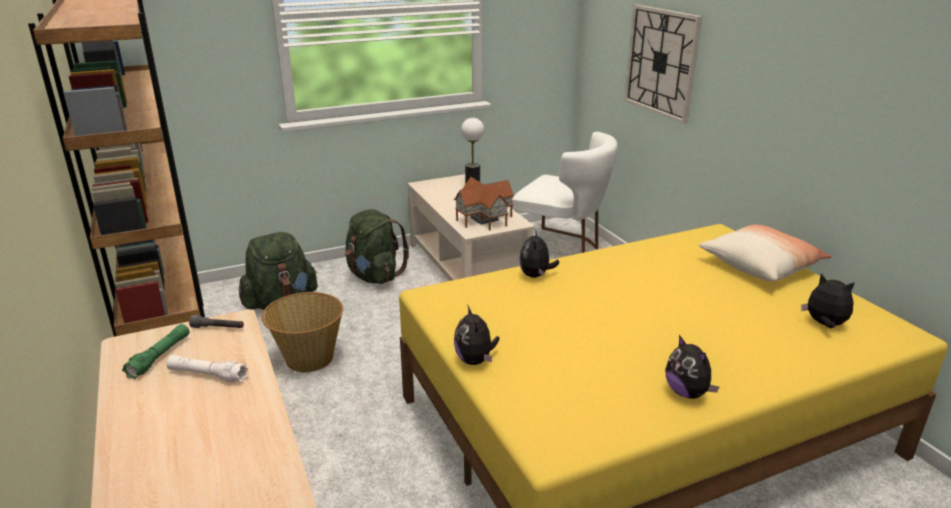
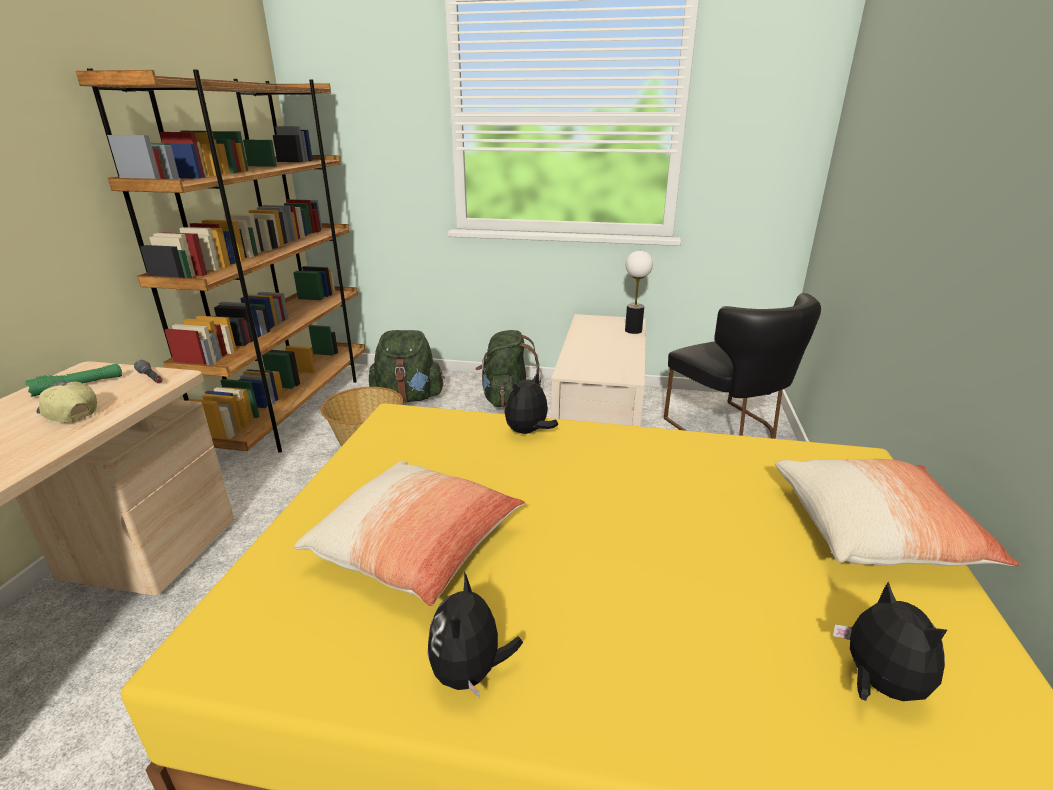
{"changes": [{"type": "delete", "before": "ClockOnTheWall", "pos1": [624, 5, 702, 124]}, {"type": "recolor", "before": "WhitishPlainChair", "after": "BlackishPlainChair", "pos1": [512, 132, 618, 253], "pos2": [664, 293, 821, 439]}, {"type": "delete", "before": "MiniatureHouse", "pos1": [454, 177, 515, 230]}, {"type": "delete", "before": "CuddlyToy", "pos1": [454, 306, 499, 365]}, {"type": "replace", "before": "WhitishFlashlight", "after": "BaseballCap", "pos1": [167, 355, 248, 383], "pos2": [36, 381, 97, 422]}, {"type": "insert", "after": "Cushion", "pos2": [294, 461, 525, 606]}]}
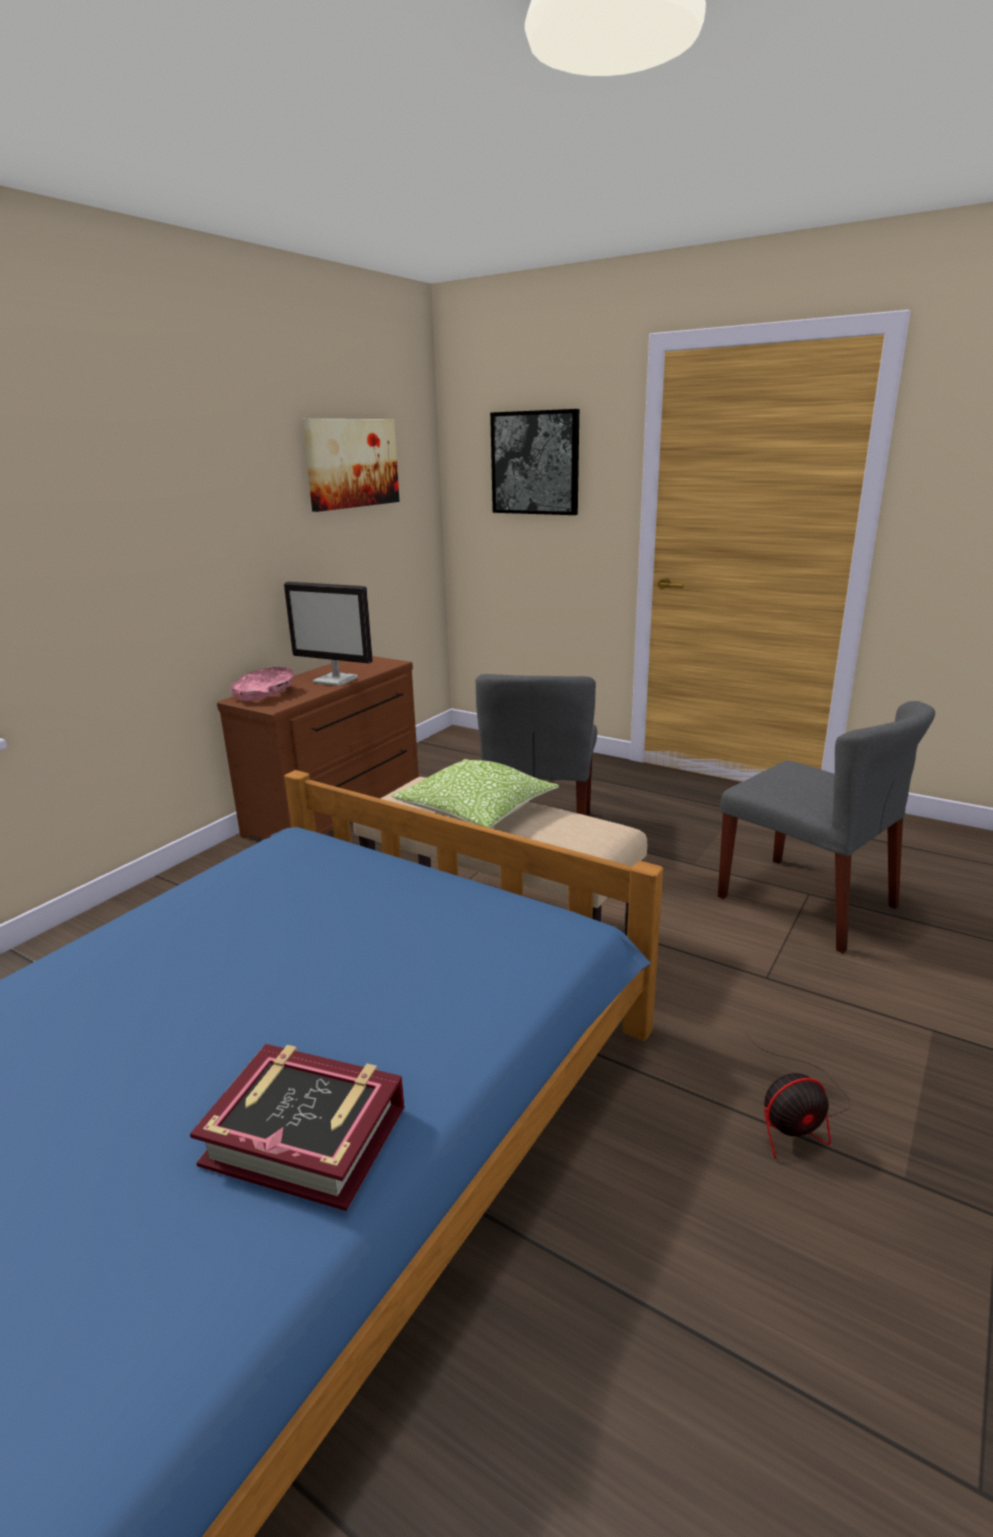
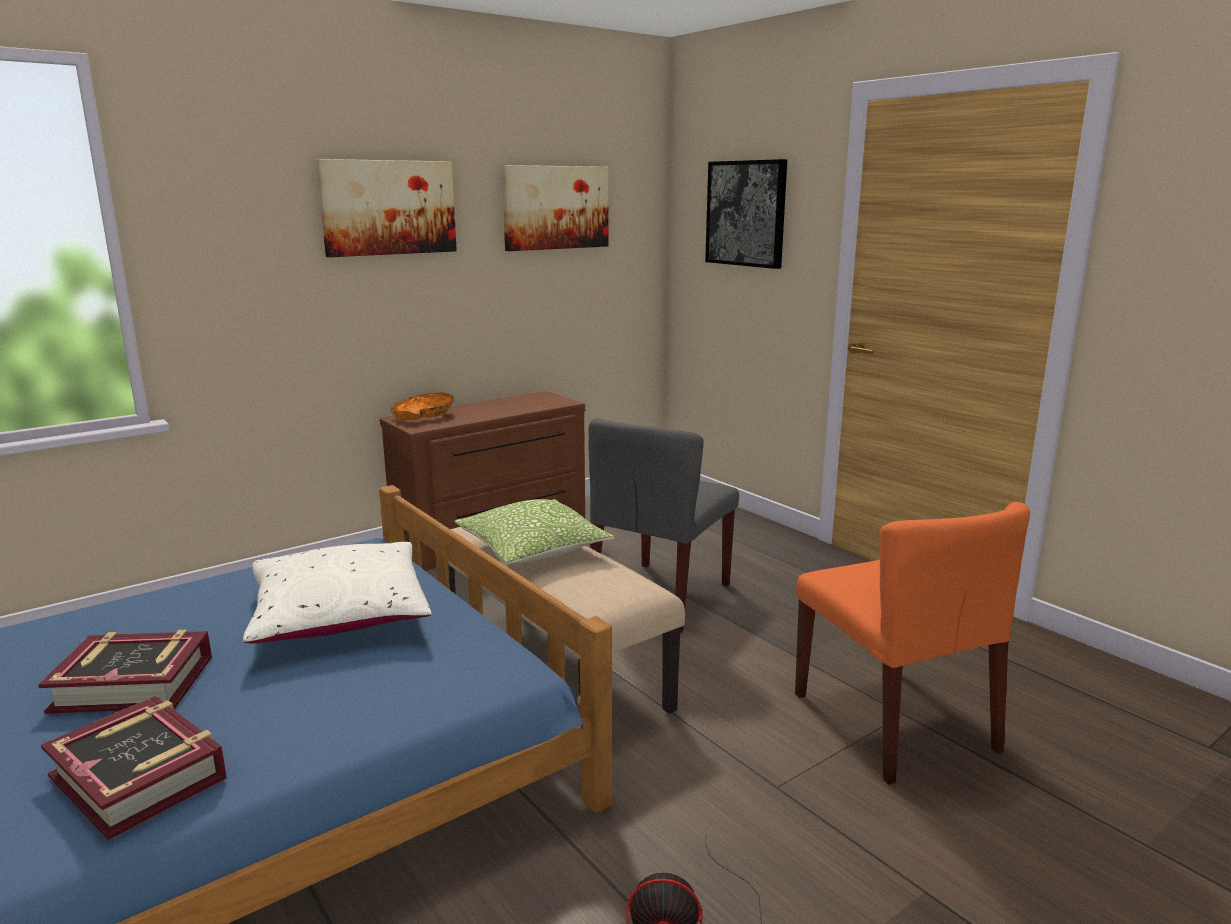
{"changes": [{"type": "delete", "before": "Monitor", "pos1": [284, 582, 373, 686]}, {"type": "recolor", "before": "PinkDeepDish", "after": "OrangeDeepDish", "pos1": [230, 667, 294, 701], "pos2": [391, 392, 454, 420]}, {"type": "recolor", "before": "GrayPlainChair", "after": "OrangePlainChair", "pos1": [718, 701, 935, 954], "pos2": [795, 502, 1030, 785]}, {"type": "insert", "after": "WallArt", "pos2": [316, 159, 457, 257]}, {"type": "insert", "after": "WhitishCushion", "pos2": [243, 542, 432, 643]}, {"type": "insert", "after": "Volume", "pos2": [38, 630, 212, 714]}]}
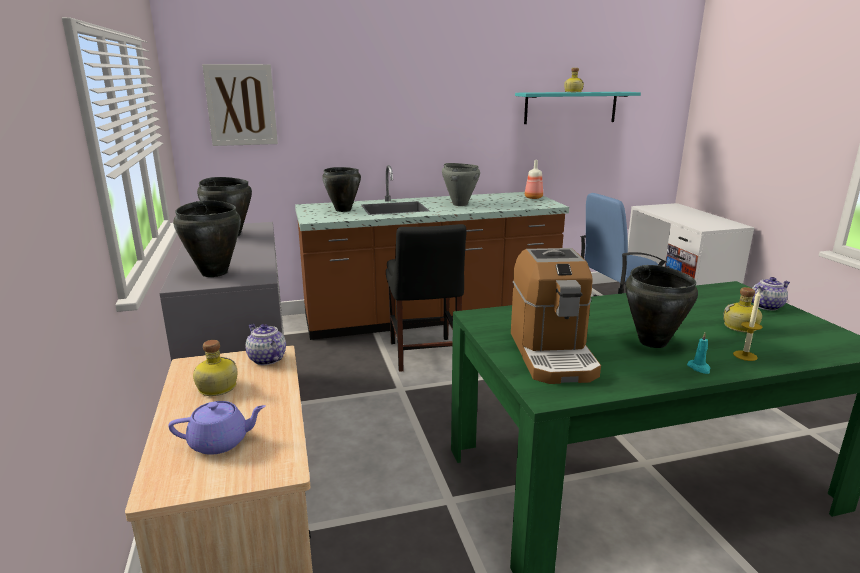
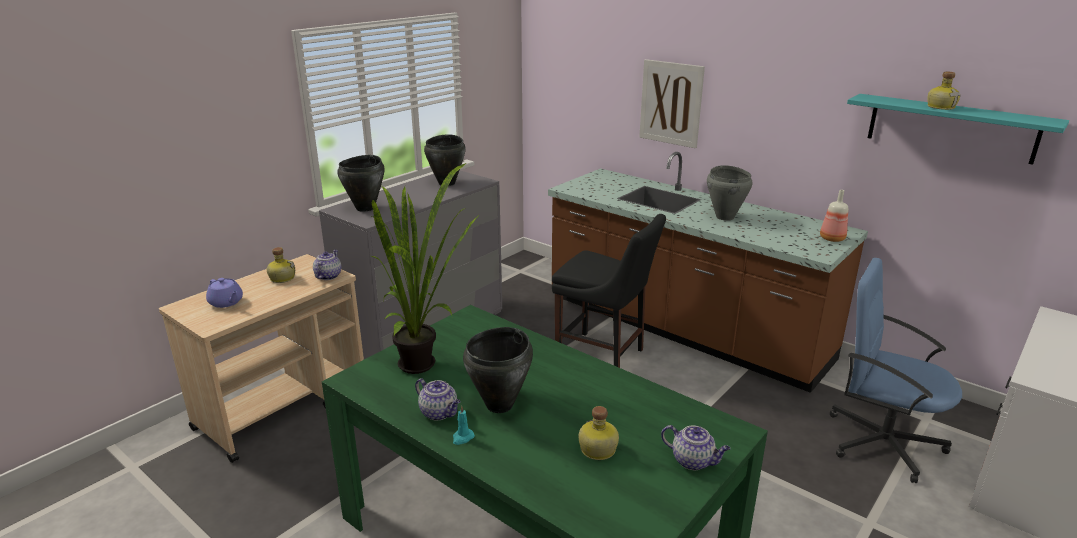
{"changes": [{"type": "move", "before": "WallArt", "pos1": [202, 64, 278, 146], "pos2": [639, 59, 705, 148]}, {"type": "delete", "before": "BlackishSaucepot", "pos1": [322, 167, 361, 212]}, {"type": "rotate", "before": "BlackishPlainChair", "pos1": [386, 224, 467, 372], "pos2": [552, 214, 666, 368], "turn": -105}, {"type": "replace", "before": "CoffeeBrewer", "after": "PlantInAPot", "pos1": [511, 248, 601, 384], "pos2": [371, 163, 479, 374]}, {"type": "delete", "before": "WaxCandle", "pos1": [733, 291, 762, 361]}, {"type": "insert", "after": "TeaPot", "pos2": [415, 378, 461, 421]}]}
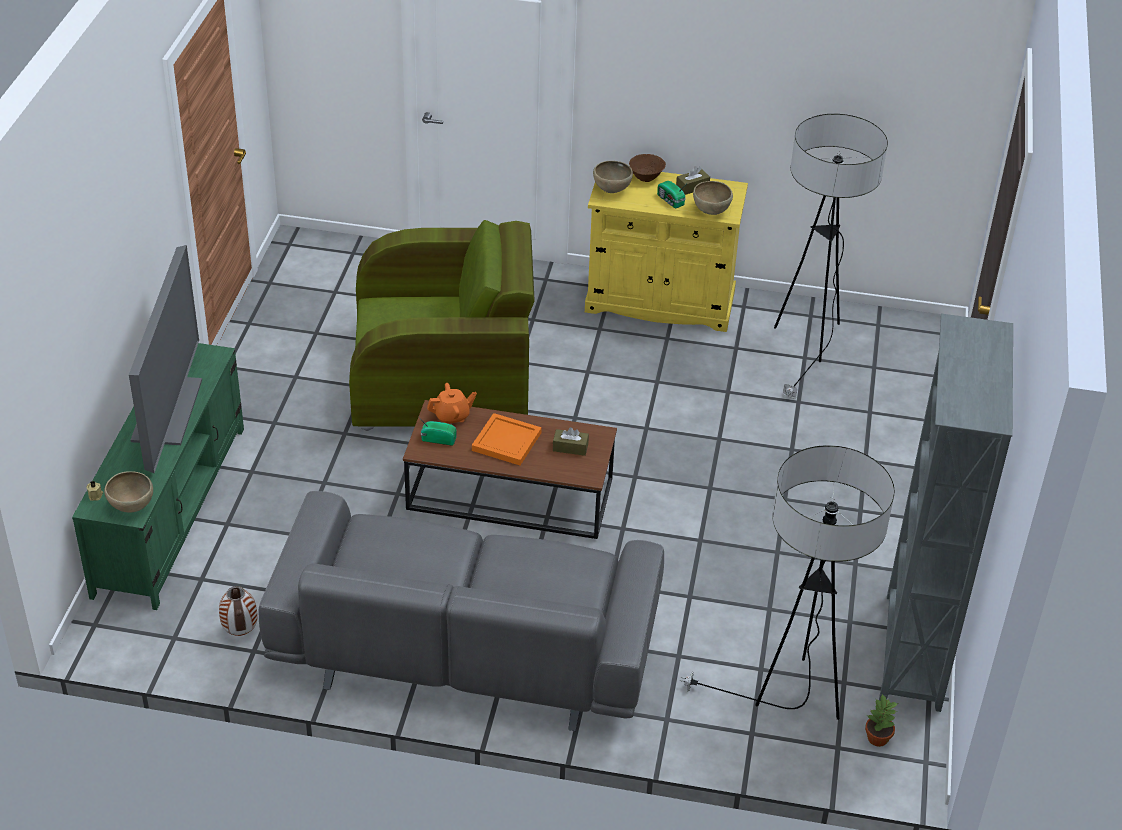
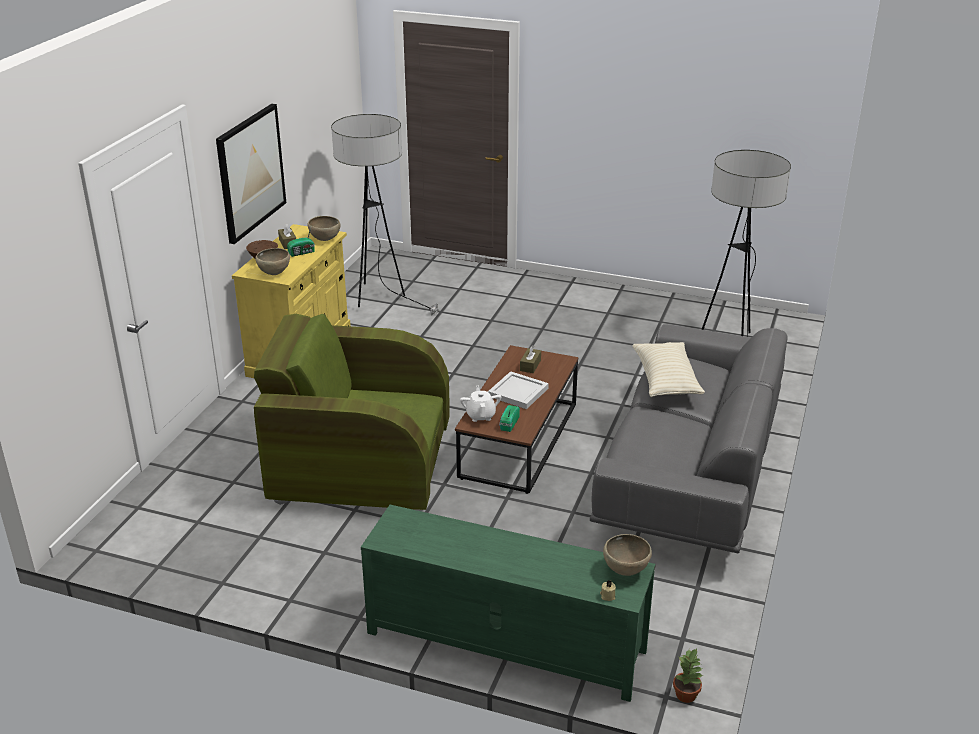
{"changes": [{"type": "rotate", "before": "GreenColouredEasyChair", "pos1": [349, 220, 535, 431], "pos2": [254, 314, 450, 511], "turn": -90}, {"type": "delete", "before": "TvSet", "pos1": [129, 245, 202, 473]}, {"type": "delete", "before": "GrayBookcase", "pos1": [879, 314, 1013, 712]}, {"type": "recolor", "before": "OrangeTeaPot", "after": "WhitishTeaPot", "pos1": [427, 383, 477, 424], "pos2": [460, 386, 501, 422]}, {"type": "recolor", "before": "OrangeCarryingTray", "after": "WhitishCarryingTray", "pos1": [472, 413, 542, 465], "pos2": [488, 371, 549, 409]}, {"type": "delete", "before": "DecorativeVase", "pos1": [219, 586, 258, 636]}, {"type": "move", "before": "PlantInAPot", "pos1": [865, 694, 898, 747], "pos2": [673, 649, 703, 703]}, {"type": "insert", "after": "WallArt", "pos2": [216, 104, 286, 244]}, {"type": "insert", "after": "BeigeColouredCushion", "pos2": [632, 342, 705, 397]}]}
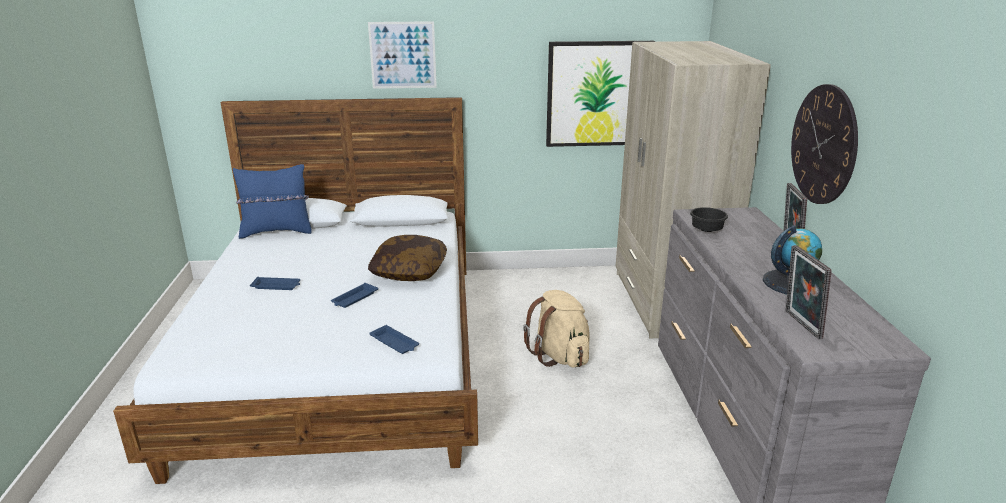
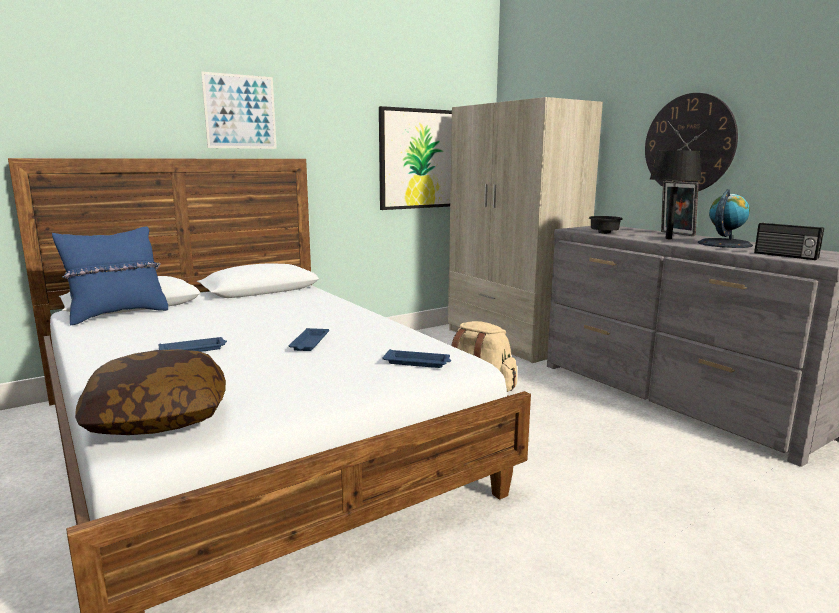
{"changes": [{"type": "move", "before": "Cushion", "pos1": [368, 235, 447, 281], "pos2": [75, 349, 226, 435]}, {"type": "replace", "before": "PictureFrame", "after": "RadioSet", "pos1": [786, 245, 832, 339], "pos2": [754, 223, 824, 260]}, {"type": "insert", "after": "BlackishLampForATable", "pos2": [650, 151, 702, 239]}]}
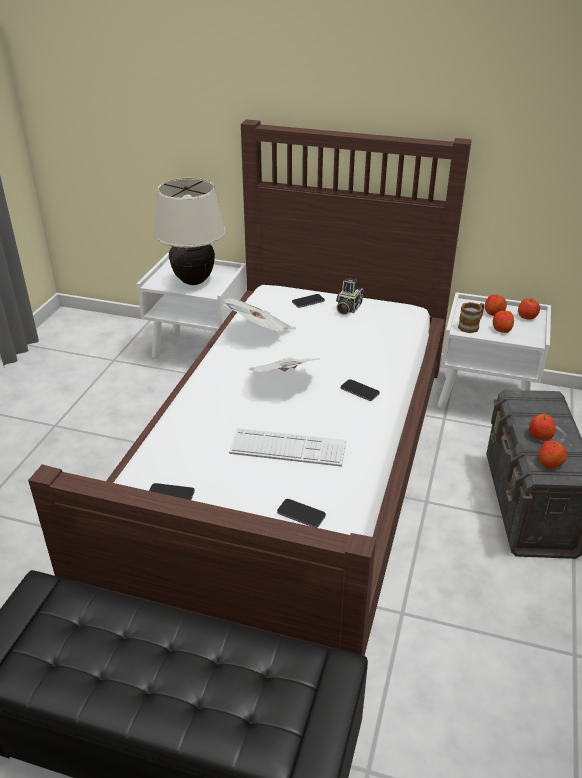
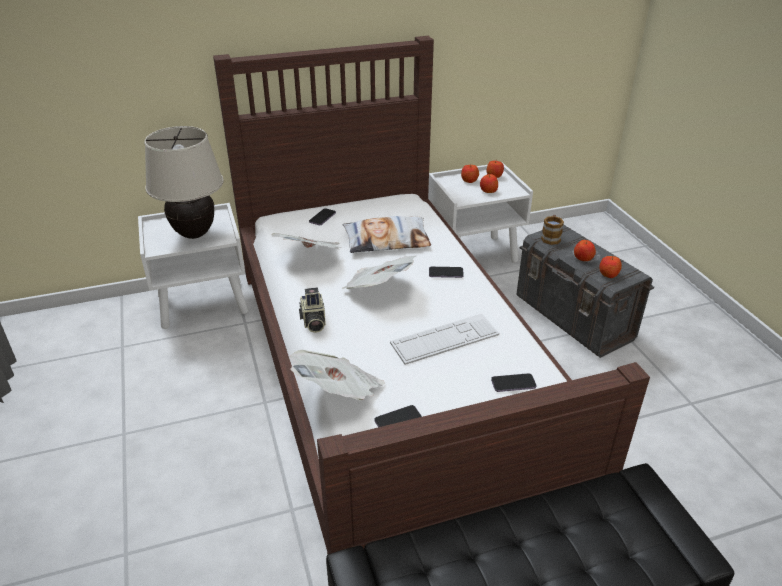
{"changes": [{"type": "move", "before": "PhotoCamera", "pos1": [336, 278, 363, 315], "pos2": [299, 288, 326, 333]}, {"type": "move", "before": "CoffeeMug", "pos1": [458, 302, 484, 333], "pos2": [541, 215, 564, 245]}, {"type": "insert", "after": "Cushion", "pos2": [343, 216, 431, 253]}, {"type": "insert", "after": "DailyPaper", "pos2": [289, 350, 385, 400]}]}
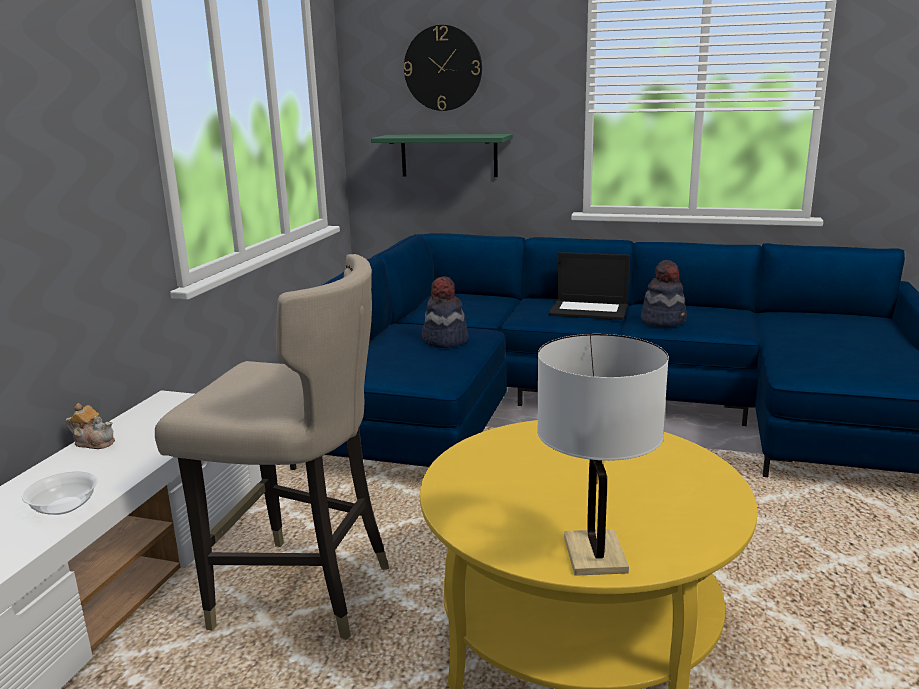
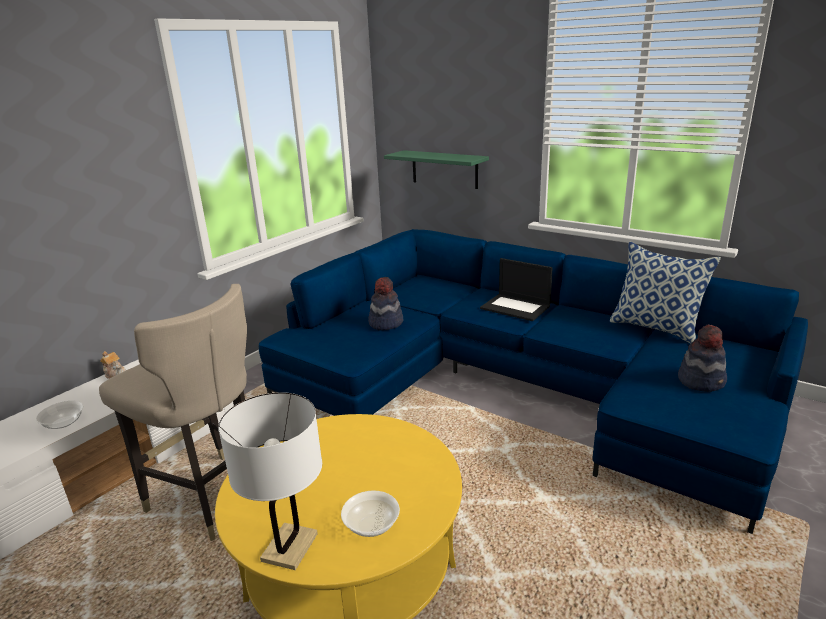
{"changes": [{"type": "delete", "before": "ClockOnTheWall", "pos1": [403, 25, 482, 111]}, {"type": "move", "before": "WearableHat", "pos1": [641, 260, 687, 327], "pos2": [678, 325, 727, 392]}, {"type": "insert", "after": "Cushion", "pos2": [609, 242, 721, 343]}, {"type": "insert", "after": "DeepDish", "pos2": [341, 490, 400, 537]}]}
